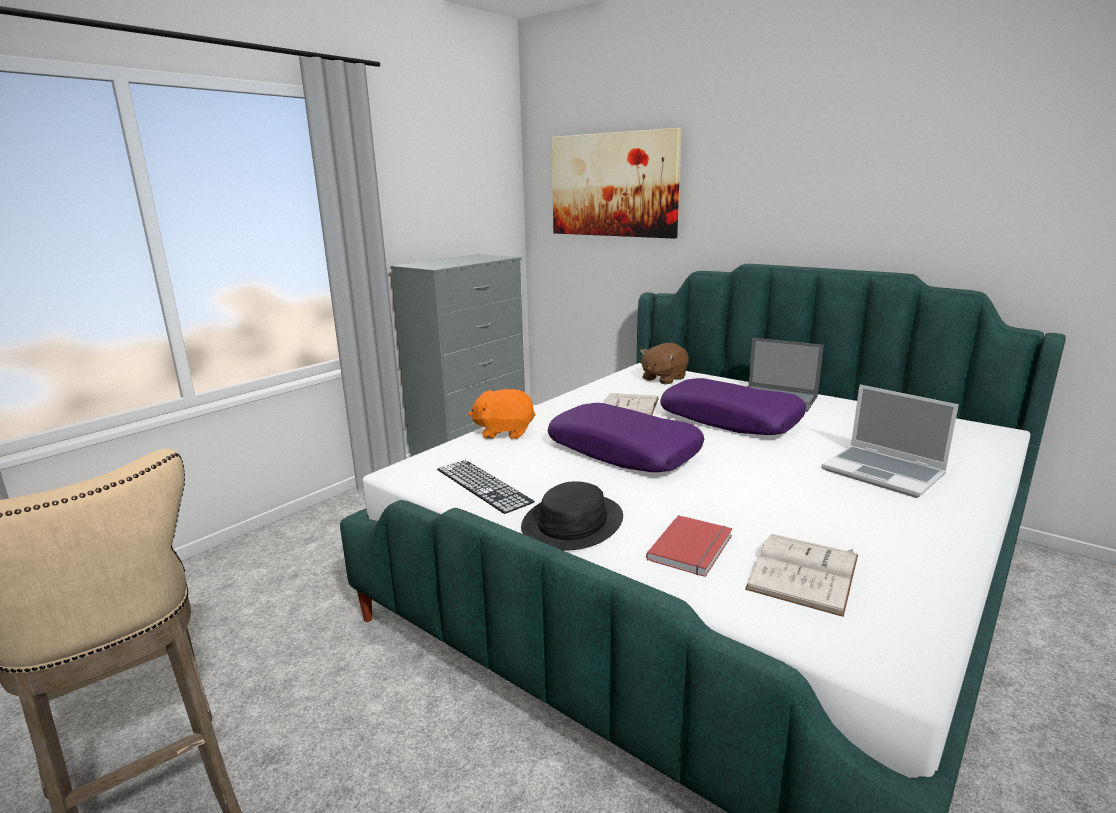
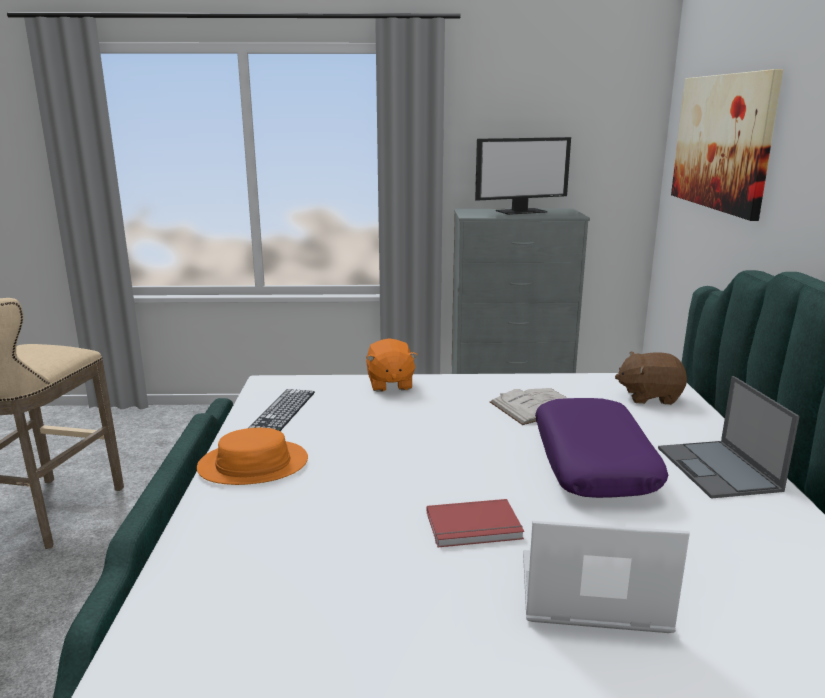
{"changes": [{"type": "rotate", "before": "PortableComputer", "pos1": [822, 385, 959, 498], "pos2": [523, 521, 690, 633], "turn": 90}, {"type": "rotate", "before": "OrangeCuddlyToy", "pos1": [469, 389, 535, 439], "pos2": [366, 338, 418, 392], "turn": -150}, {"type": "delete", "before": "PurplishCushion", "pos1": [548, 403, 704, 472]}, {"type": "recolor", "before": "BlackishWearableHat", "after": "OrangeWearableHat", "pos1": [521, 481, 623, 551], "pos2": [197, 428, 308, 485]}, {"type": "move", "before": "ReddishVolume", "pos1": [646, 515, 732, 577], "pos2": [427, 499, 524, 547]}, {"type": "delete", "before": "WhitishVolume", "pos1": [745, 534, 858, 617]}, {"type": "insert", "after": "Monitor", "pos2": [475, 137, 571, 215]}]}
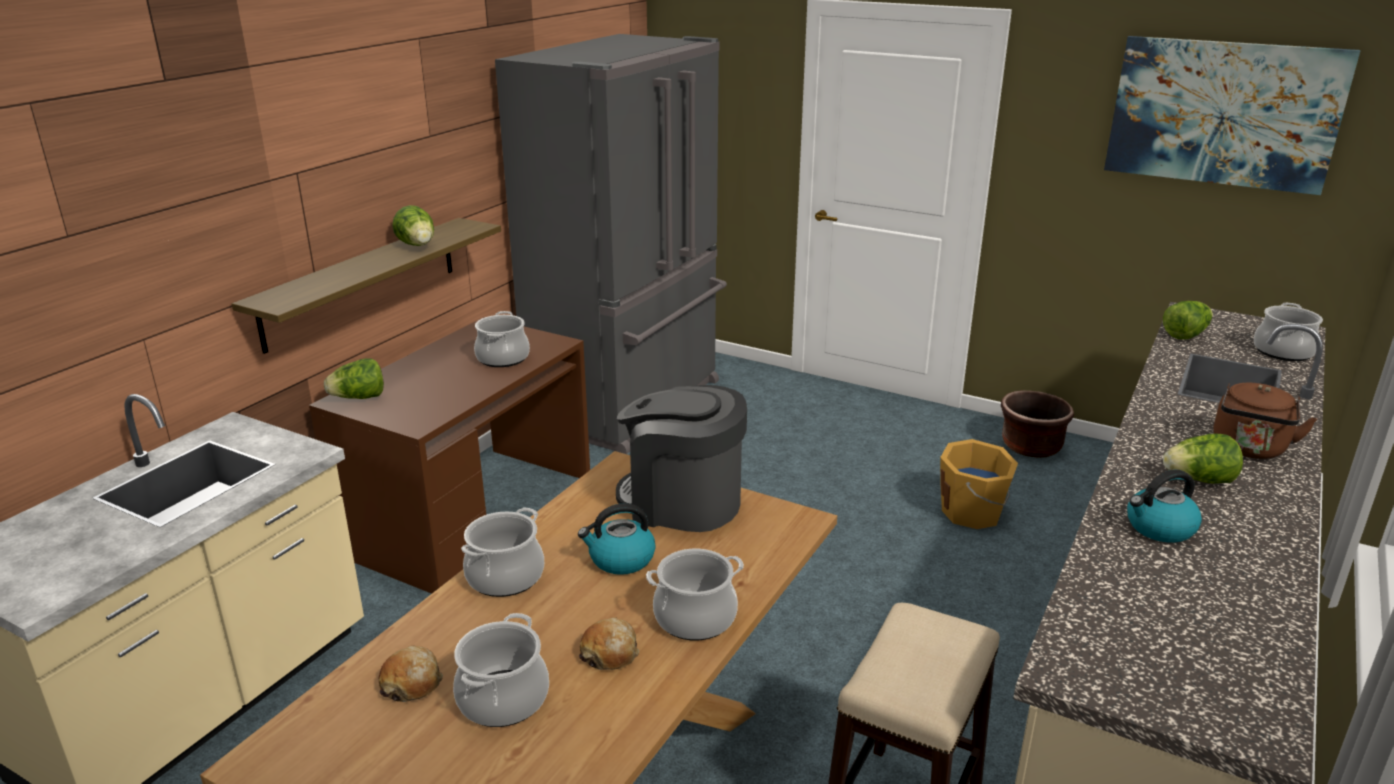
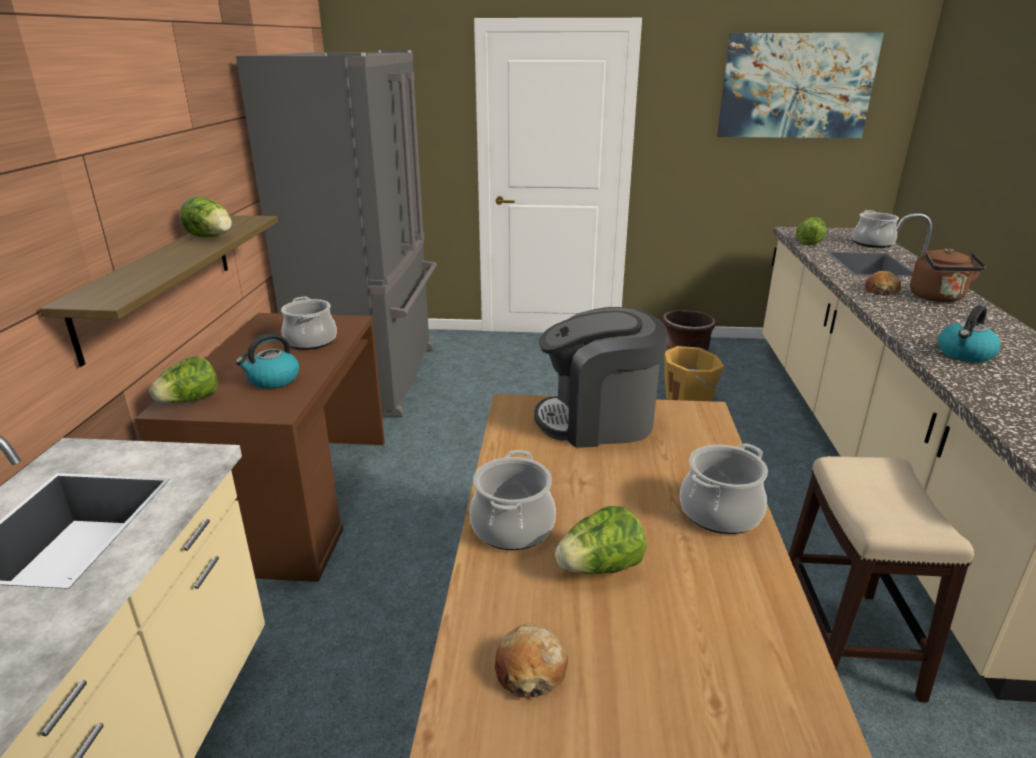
{"changes": [{"type": "move", "before": "LettuceHead", "pos1": [1163, 434, 1243, 484], "pos2": [555, 506, 646, 574]}, {"type": "move", "before": "Kettle", "pos1": [578, 503, 656, 575], "pos2": [236, 333, 299, 389]}, {"type": "delete", "before": "Saucepot", "pos1": [453, 613, 549, 727]}, {"type": "move", "before": "BakeryBread", "pos1": [579, 617, 639, 670], "pos2": [865, 271, 901, 296]}]}
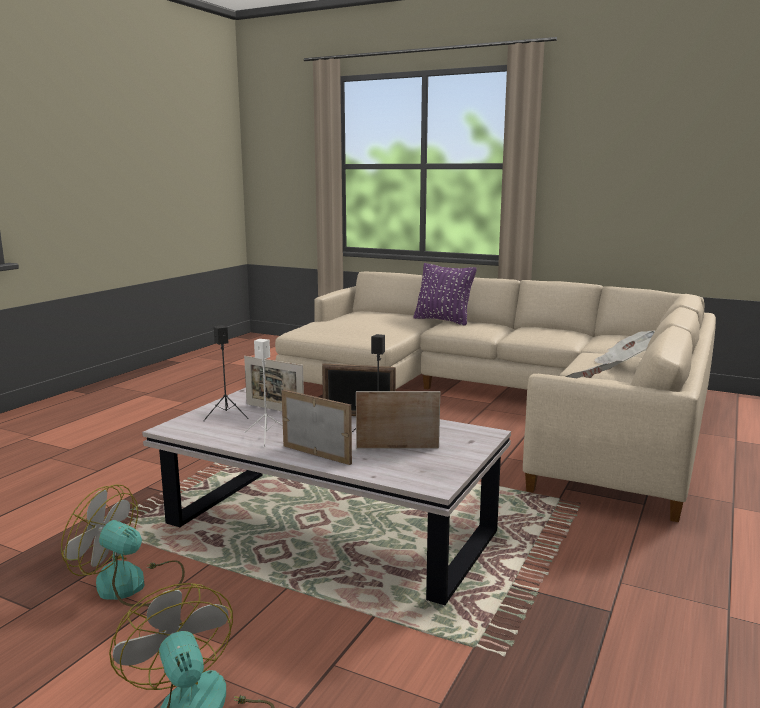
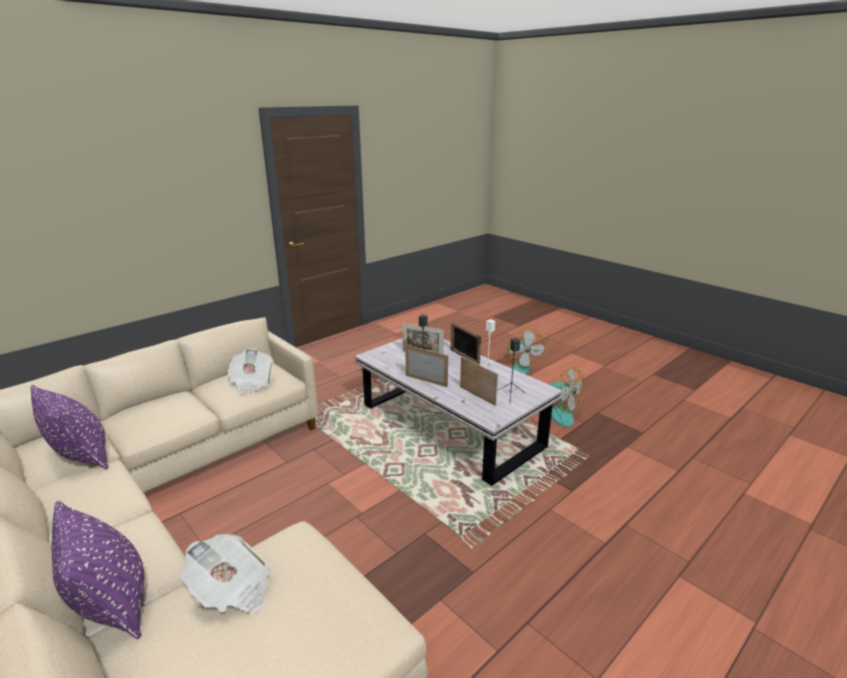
{"changes": [{"type": "move", "before": "DailyPaper", "pos1": [594, 331, 655, 364], "pos2": [181, 534, 271, 614]}, {"type": "insert", "after": "PurplishCushion", "pos2": [30, 385, 108, 469]}]}
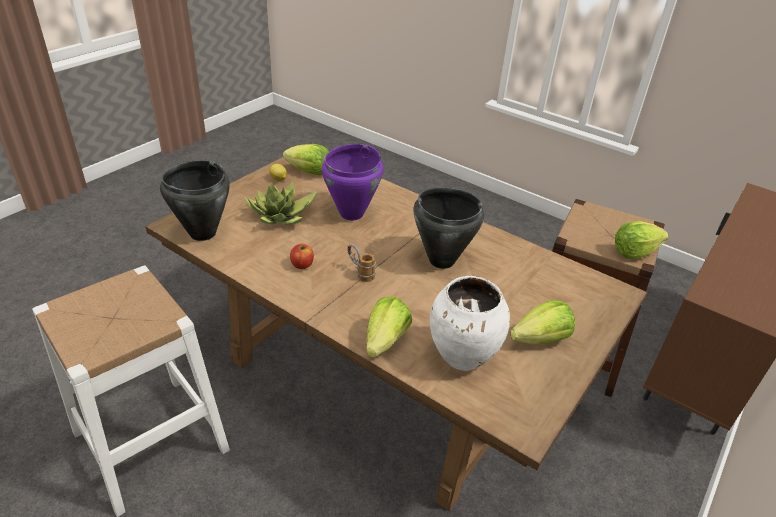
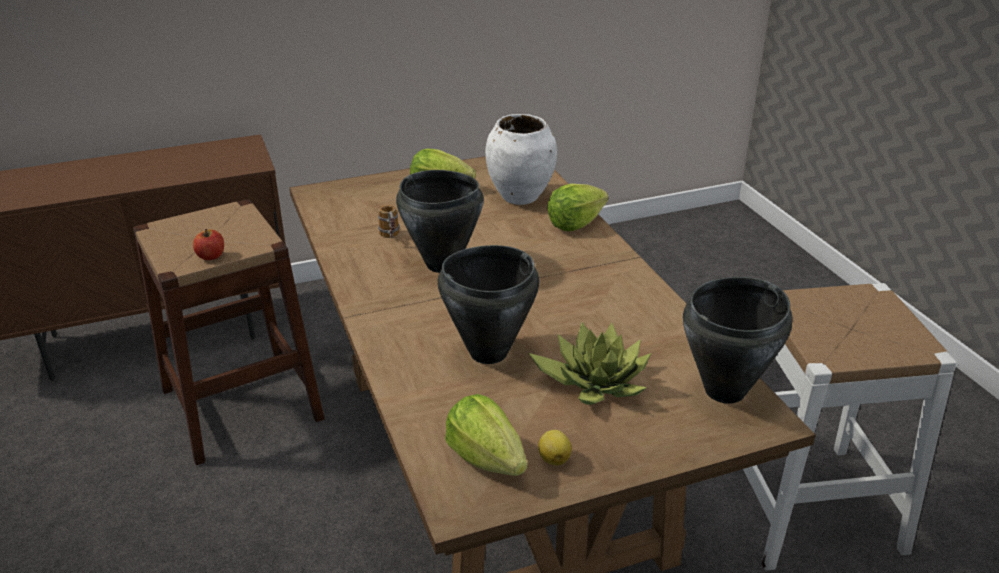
{"changes": [{"type": "recolor", "before": "PurplishSaucepot", "after": "BlackishSaucepot", "pos1": [322, 144, 383, 220], "pos2": [438, 245, 539, 364]}, {"type": "delete", "before": "LettuceHead", "pos1": [615, 221, 669, 259]}, {"type": "move", "before": "Apple", "pos1": [290, 244, 314, 269], "pos2": [193, 229, 224, 260]}, {"type": "move", "before": "CoffeeMug", "pos1": [347, 244, 376, 282], "pos2": [378, 205, 399, 238]}]}
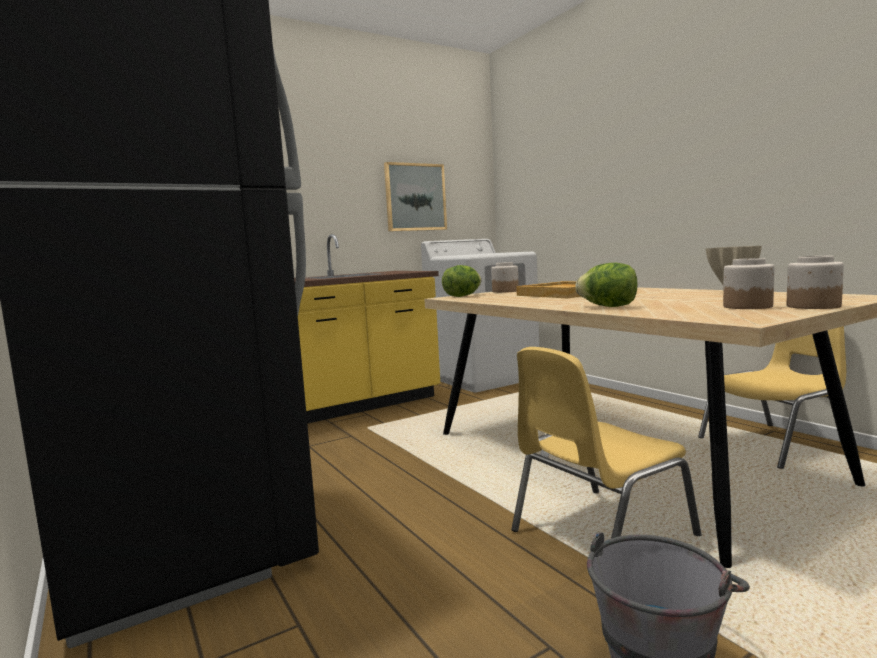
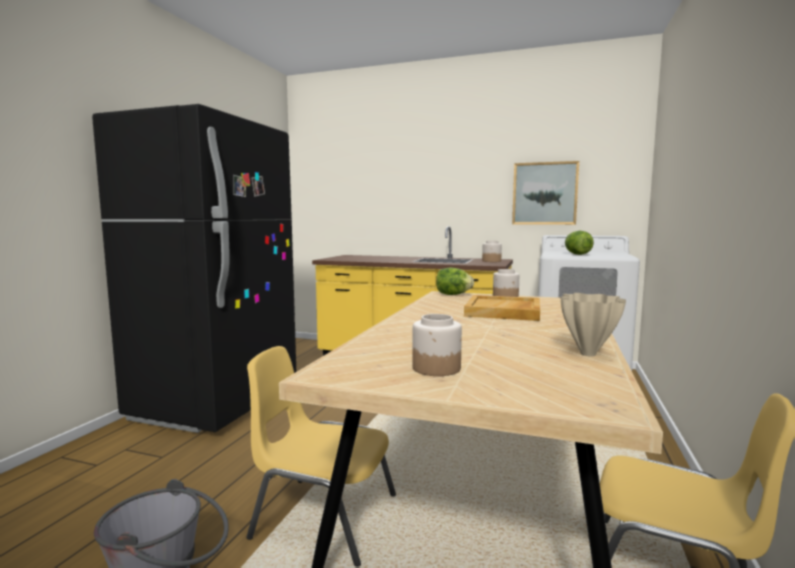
{"changes": [{"type": "move", "before": "PreserveJar", "pos1": [787, 256, 844, 309], "pos2": [482, 241, 502, 262]}, {"type": "move", "before": "LettuceHead", "pos1": [576, 263, 637, 307], "pos2": [565, 231, 594, 255]}]}
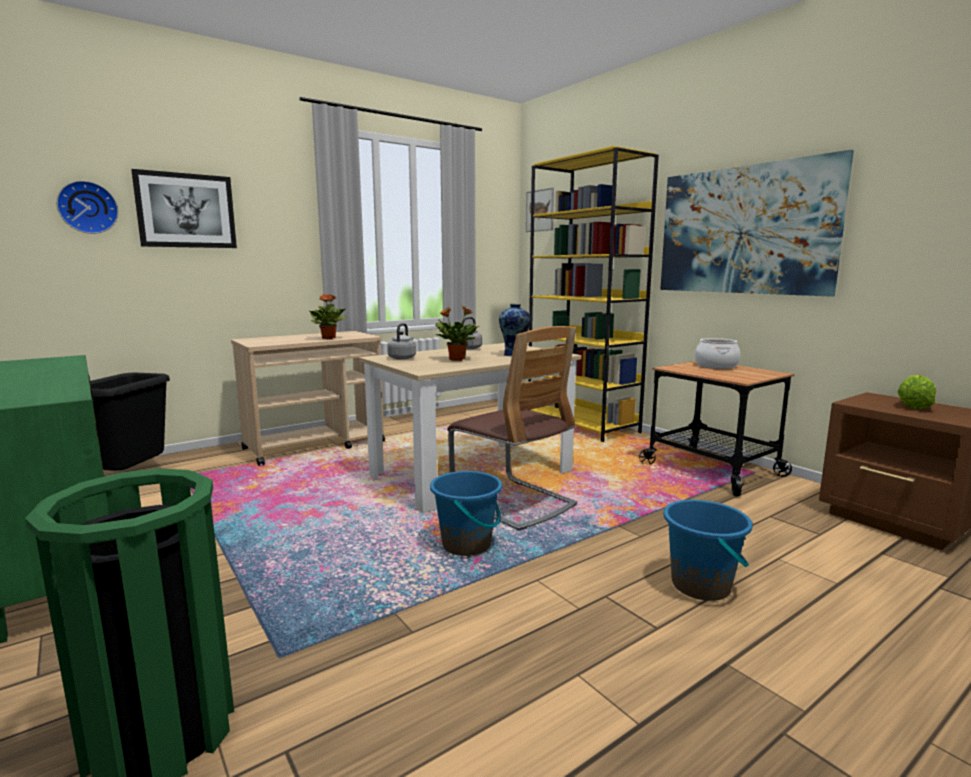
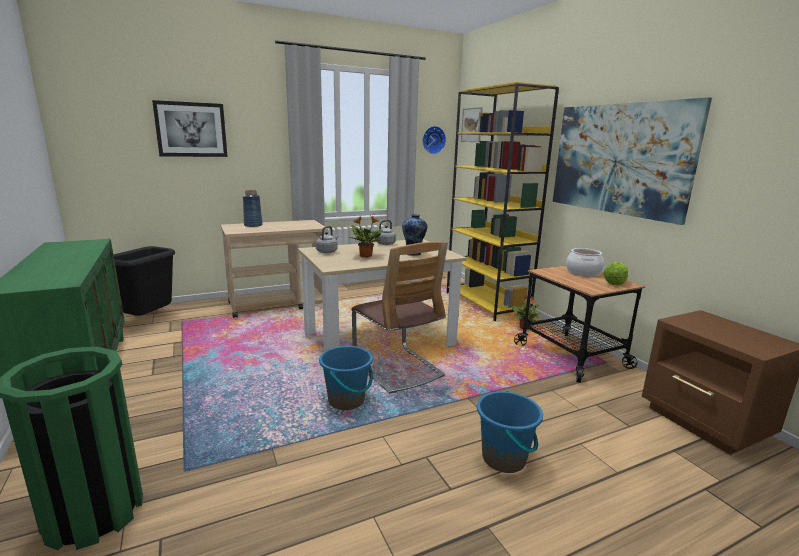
{"changes": [{"type": "move", "before": "ClockOnTheWall", "pos1": [56, 181, 119, 234], "pos2": [422, 126, 446, 154]}, {"type": "move", "before": "PlantInAPot", "pos1": [310, 294, 347, 339], "pos2": [512, 296, 540, 330]}, {"type": "move", "before": "LettuceHead", "pos1": [898, 375, 936, 409], "pos2": [603, 262, 628, 285]}, {"type": "insert", "after": "BlueColouredDecorativeVase", "pos2": [243, 190, 263, 227]}]}
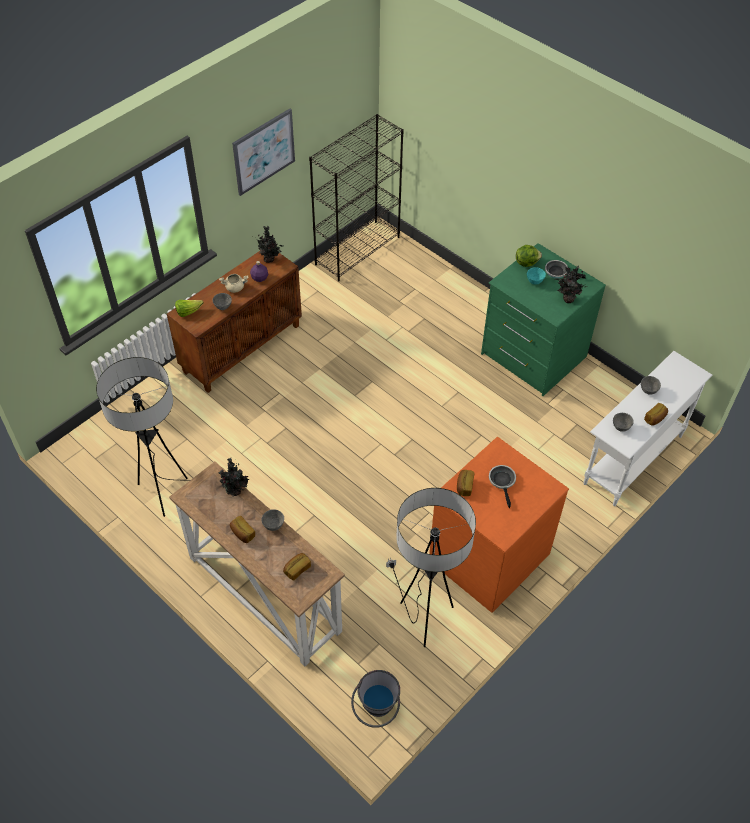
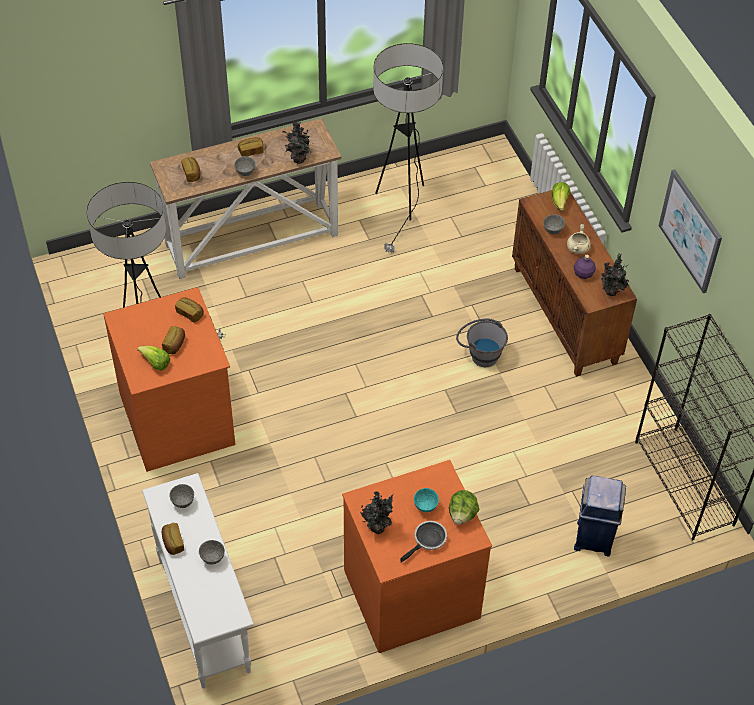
{"changes": [{"type": "recolor", "before": "GreenColouredChestOfDrawers", "after": "OrangeChestOfDrawers", "pos1": [481, 243, 606, 396], "pos2": [342, 460, 492, 653]}, {"type": "replace", "before": "Pan", "after": "BakeryBread", "pos1": [489, 465, 516, 508], "pos2": [162, 326, 185, 354]}, {"type": "move", "before": "GrayPail", "pos1": [351, 670, 400, 728], "pos2": [456, 319, 508, 367]}, {"type": "insert", "after": "LettuceHead", "pos2": [137, 346, 170, 371]}, {"type": "insert", "after": "BlueColouredRubbishBin", "pos2": [574, 475, 626, 557]}]}
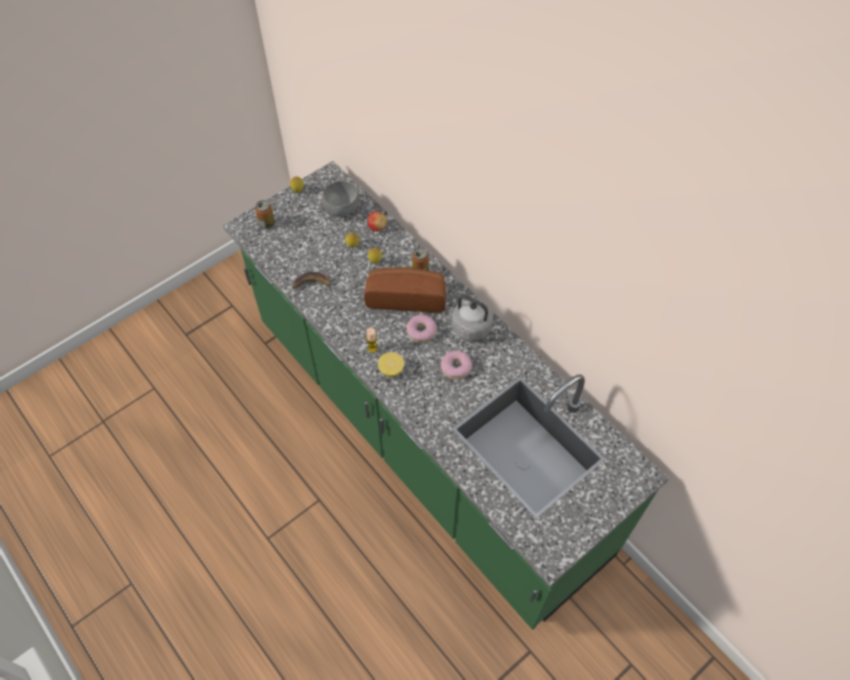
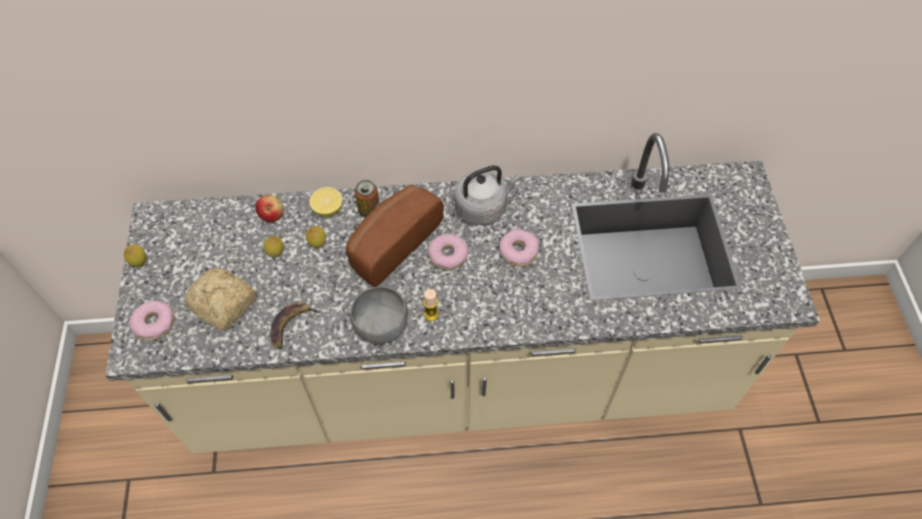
{"changes": [{"type": "recolor", "before": "GreenColouredCounter", "after": "BeigeColouredCounter", "pos1": [223, 161, 669, 630], "pos2": [105, 133, 820, 454]}, {"type": "move", "before": "GrayDeepDish", "pos1": [322, 181, 359, 216], "pos2": [350, 286, 408, 344]}, {"type": "replace", "before": "MetalCan", "after": "Donut", "pos1": [255, 200, 275, 229], "pos2": [130, 301, 175, 341]}, {"type": "move", "before": "CitrusFruit", "pos1": [378, 352, 404, 377], "pos2": [309, 187, 342, 217]}, {"type": "insert", "after": "BakeryBread", "pos2": [185, 267, 257, 331]}]}
